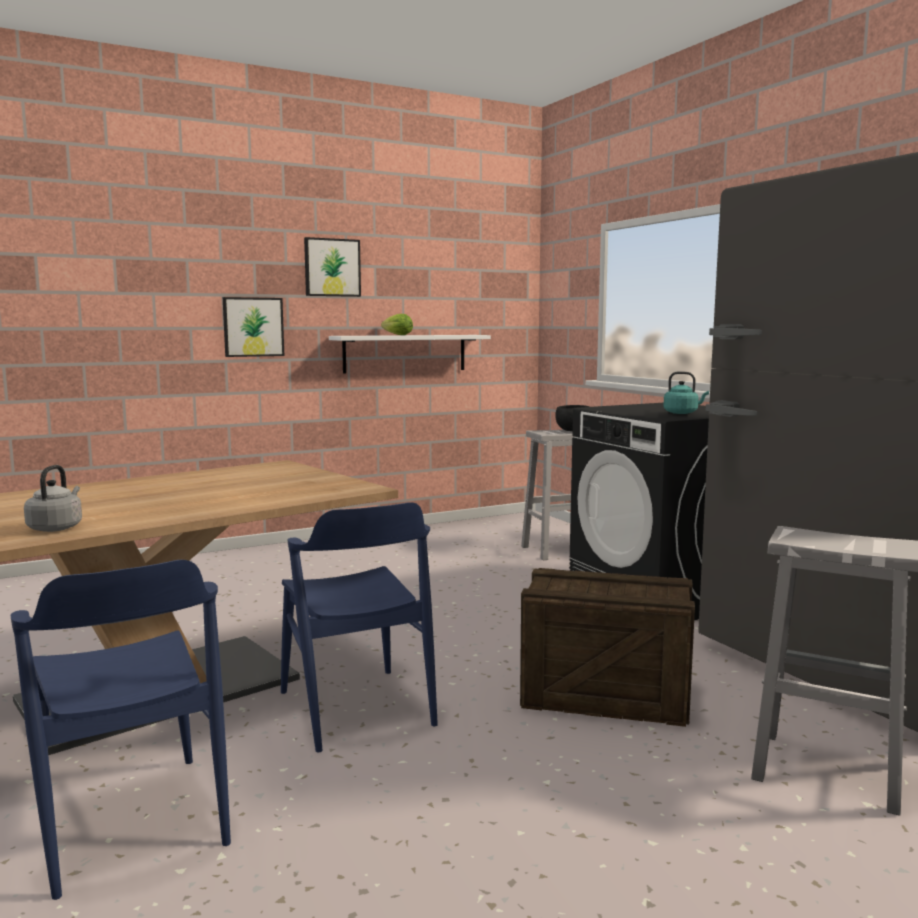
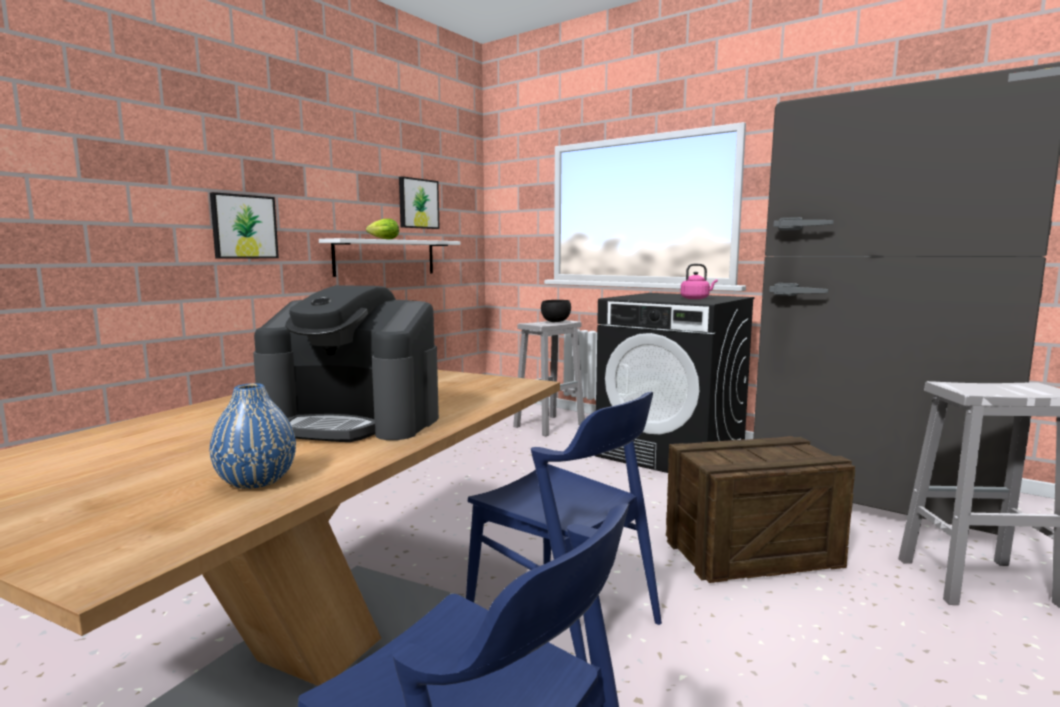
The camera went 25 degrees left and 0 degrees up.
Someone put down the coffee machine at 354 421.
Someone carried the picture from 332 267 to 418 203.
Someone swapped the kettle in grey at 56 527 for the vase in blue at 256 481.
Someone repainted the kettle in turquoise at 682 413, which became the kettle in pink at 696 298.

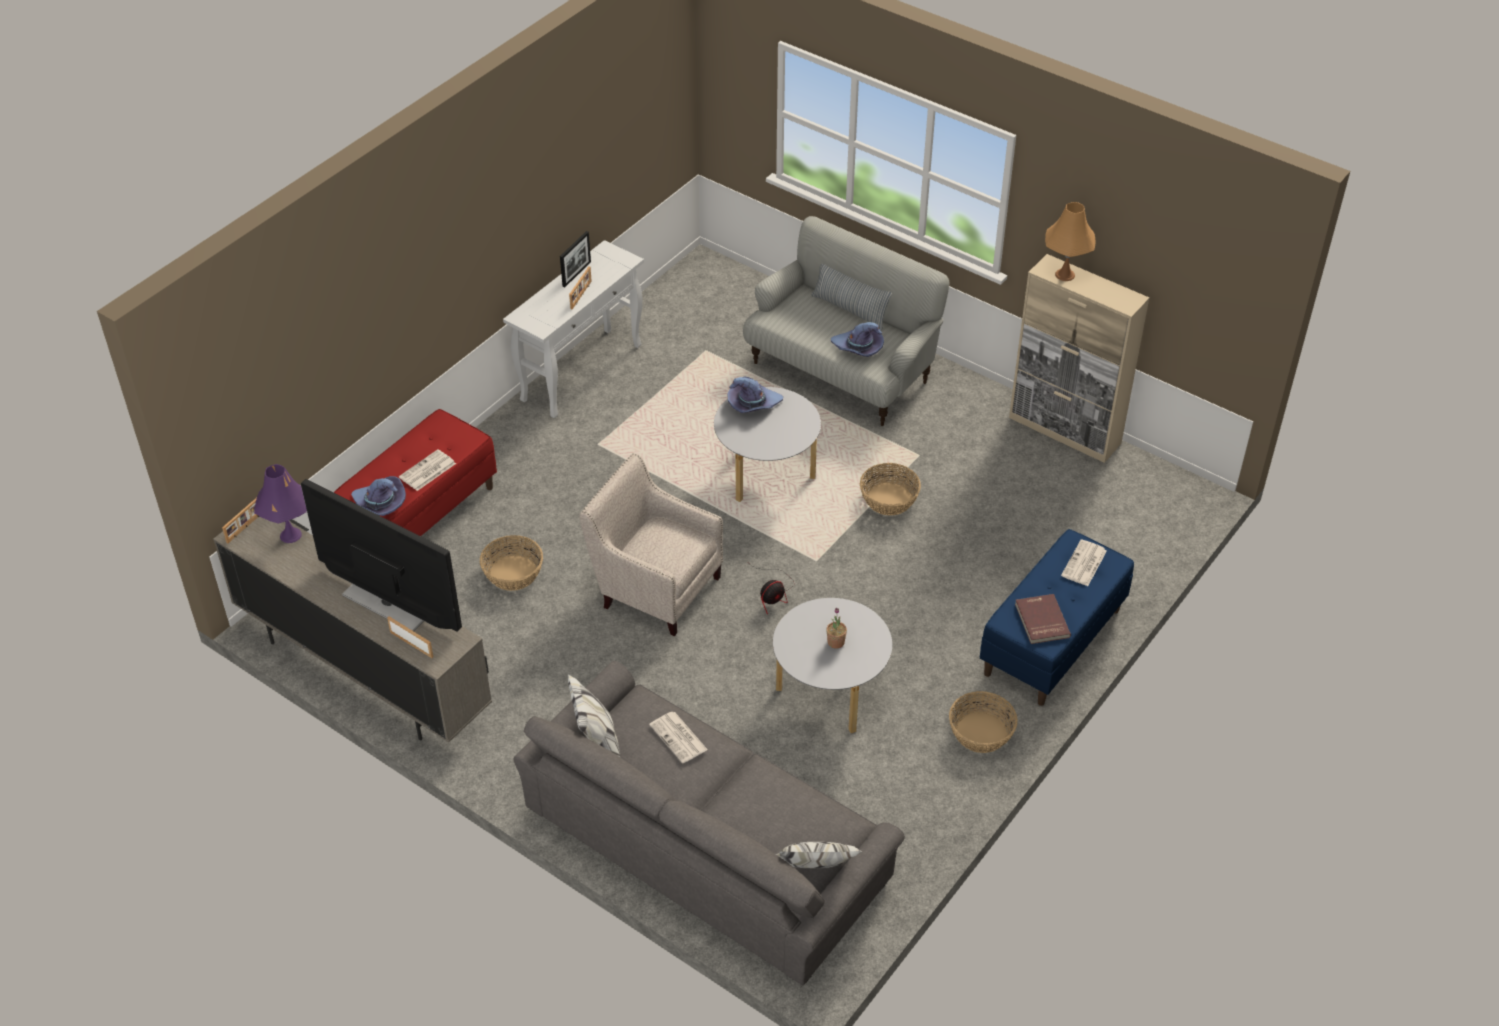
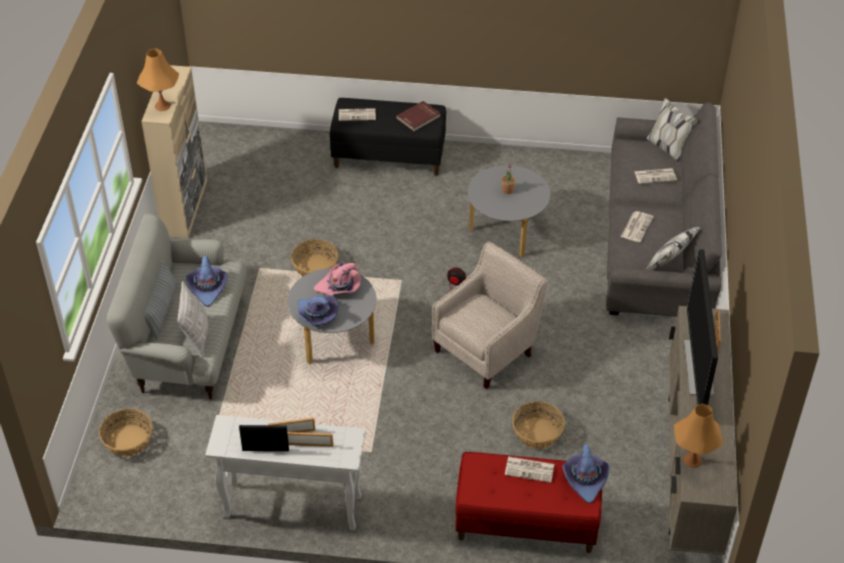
The camera went 120 degrees left and 0 degrees up.
Someone put down the pillow at 196 336.
Someone put down the hat in pink at 339 287.
Someone put down the newspaper at 655 176.
Someone carried the picture frame from 246 526 to 310 444.
Someone carried the basket from 981 732 to 128 441.
Someone repainted the table lamp in purple at 290 535, which became the table lamp in orange at 692 460.
Someone repainted the bench in blue at 1052 643, which became the bench in black at 389 156.
Someone rotated the armchair in beige at 656 587 by 135 degrees counterclockwise.

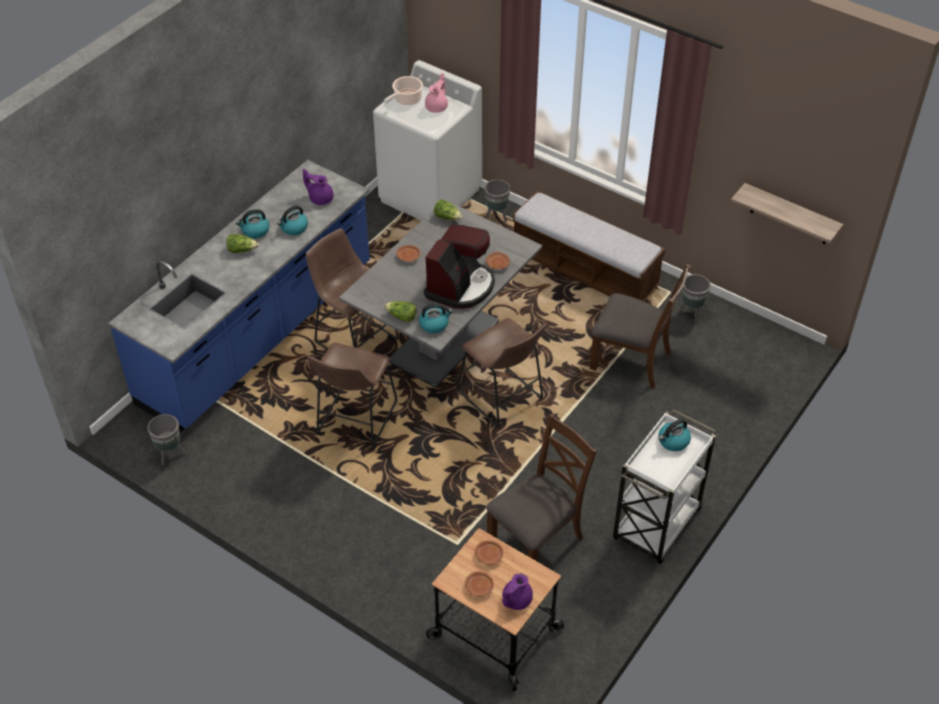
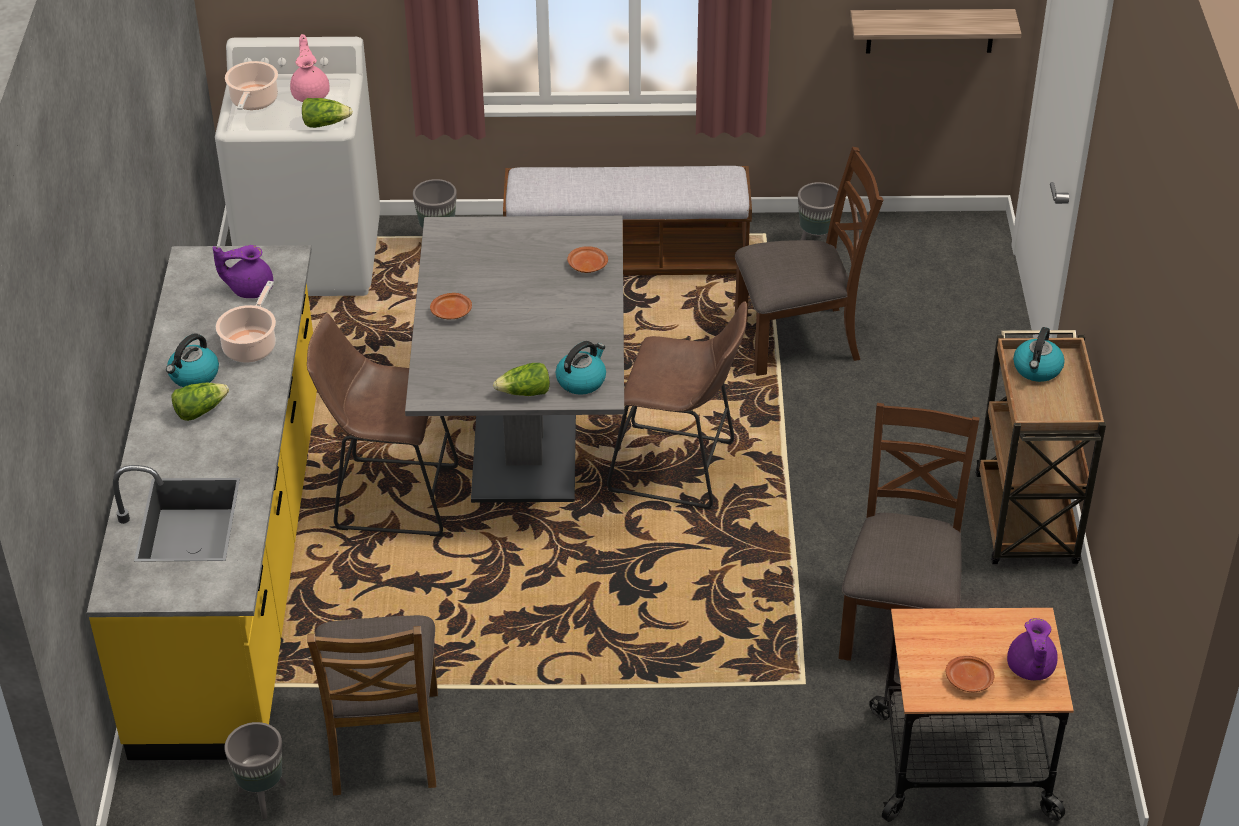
The camera went 35 degrees left and 5 degrees down.
Someone took away the stool in brown at 355 421.
Someone took away the coffee machine at 460 286.
Someone took away the plate in brown at 489 555.
Someone put down the chair in brown at 383 741.
Someone carried the lettuce from 447 217 to 325 123.
Someone swapped the kettle at 293 228 for the cooking pot at 251 345.
Someone repainted the counter in blue at 258 334, which became the counter in yellow at 235 562.
Someone repainted the cart in white at 656 525, which became the cart in brown at 1026 521.

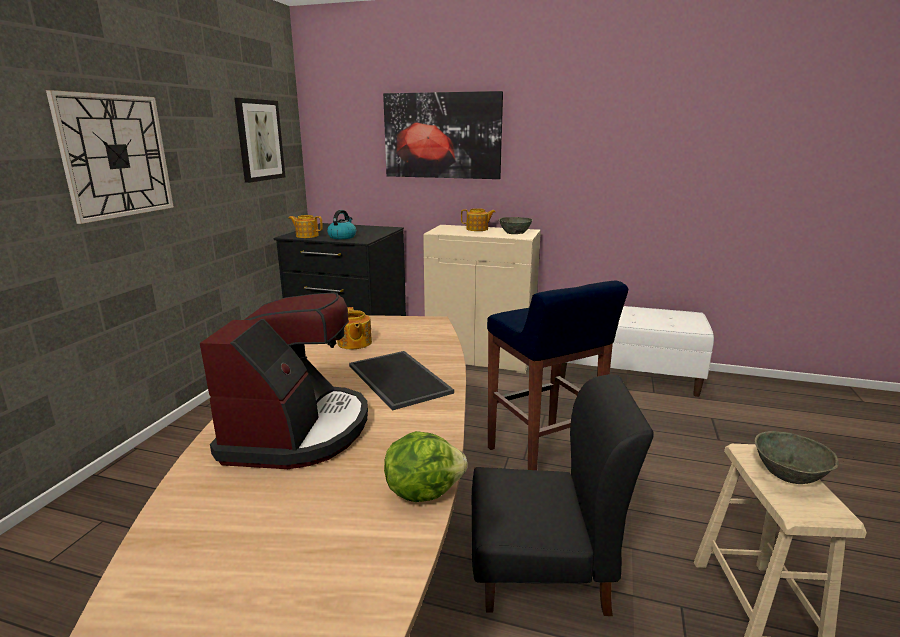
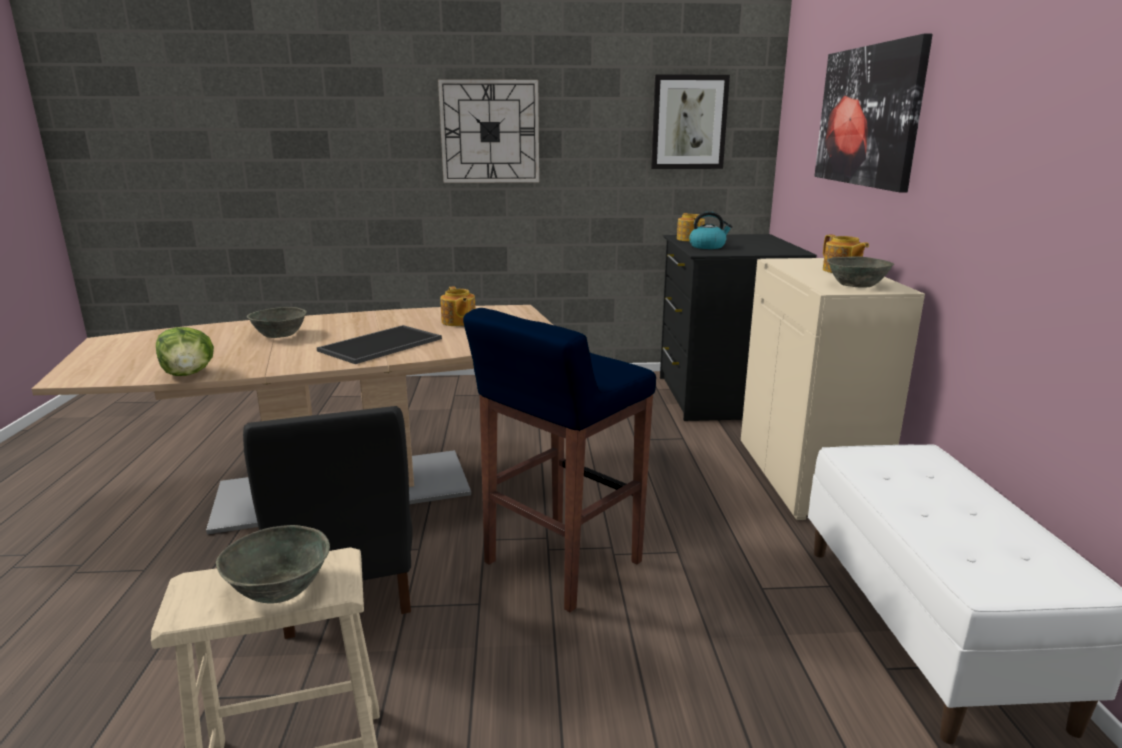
The camera went 70 degrees right and 0 degrees up.
Someone swapped the coffee machine at 297 431 for the bowl in grey at 281 334.
Someone rotated the teapot at 354 343 by 75 degrees counterclockwise.

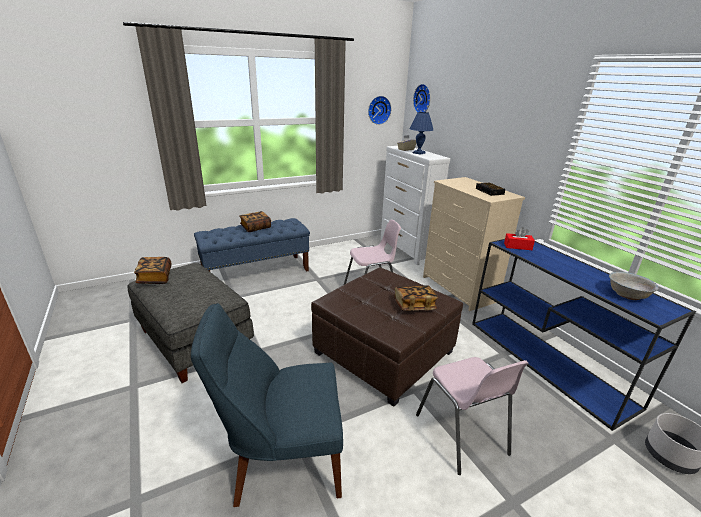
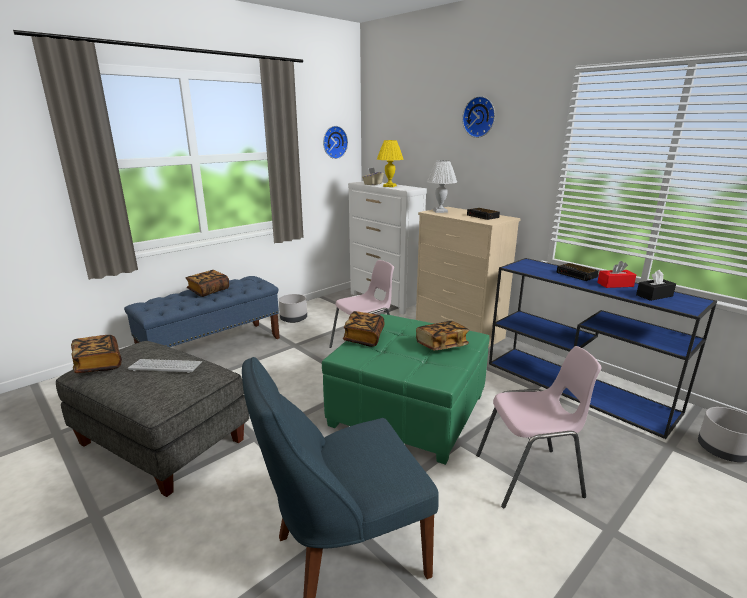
The camera went 15 degrees left and 5 degrees down.
Someone put down the keyboard at 166 366.
Someone put down the planter in grey at 294 319.
Someone put down the book at 364 338.
Someone put down the table lamp in white at 440 211.
Someone put down the alarm clock at 577 275.
Someone carried the wall clock from 423 99 to 480 117.
Someone carried the tissue box in red from 517 246 to 615 284.
Someone swapped the bowl in white at 627 295 for the tissue box in black at 654 295.
Someone repainted the ottoman in brown at 384 352, which became the ottoman in green at 409 409.
Someone repainted the table lamp in blue at 419 153, which became the table lamp in yellow at 389 186.
Someone rotated the chair in pink at 461 435 by 60 degrees counterclockwise.

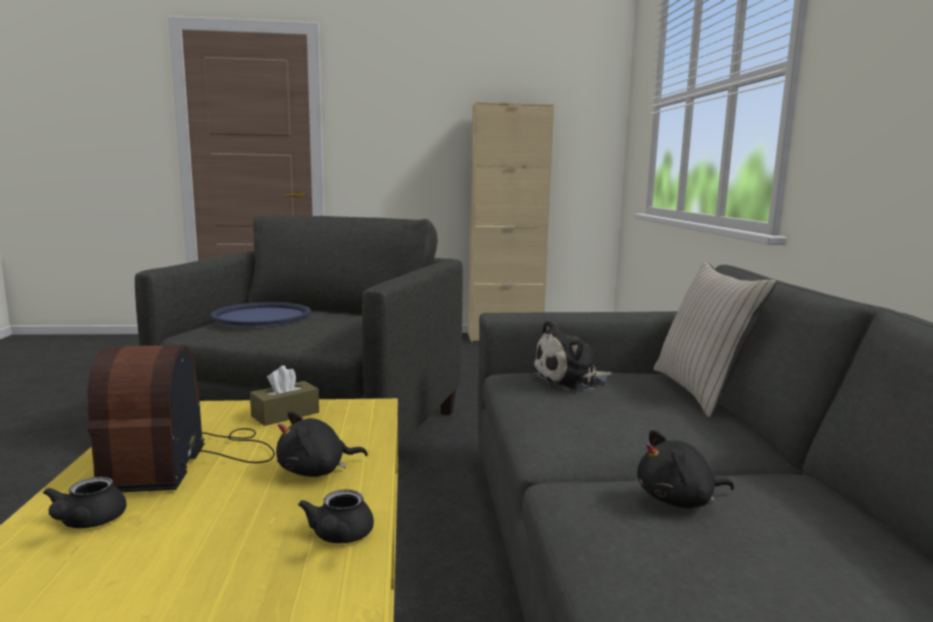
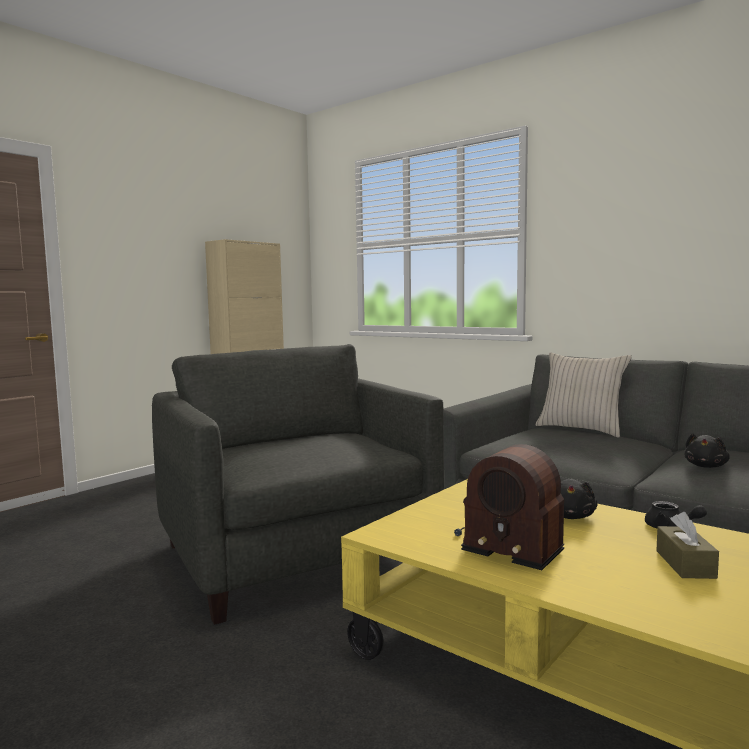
The camera went 45 degrees left and 5 degrees down.
Someone took away the teapot in black at 87 522.
Someone took away the tray in blue at 262 316.
Someone took away the plush toy at 571 380.
Someone carried the tissue box in brown from 285 414 to 685 564.

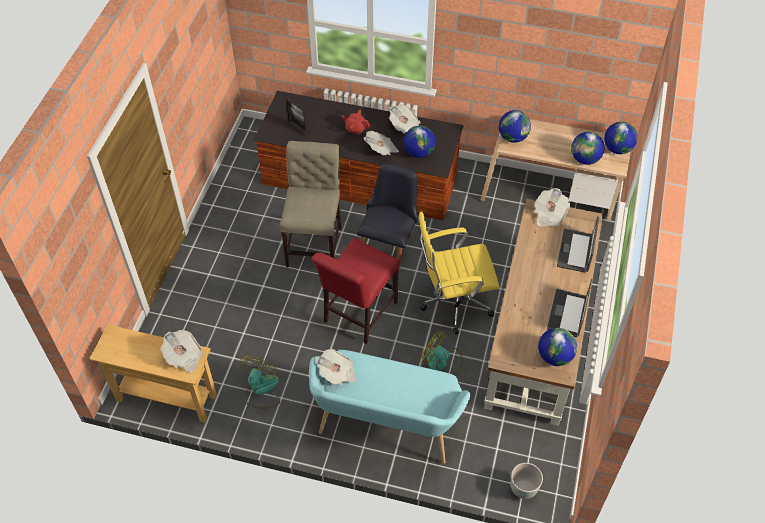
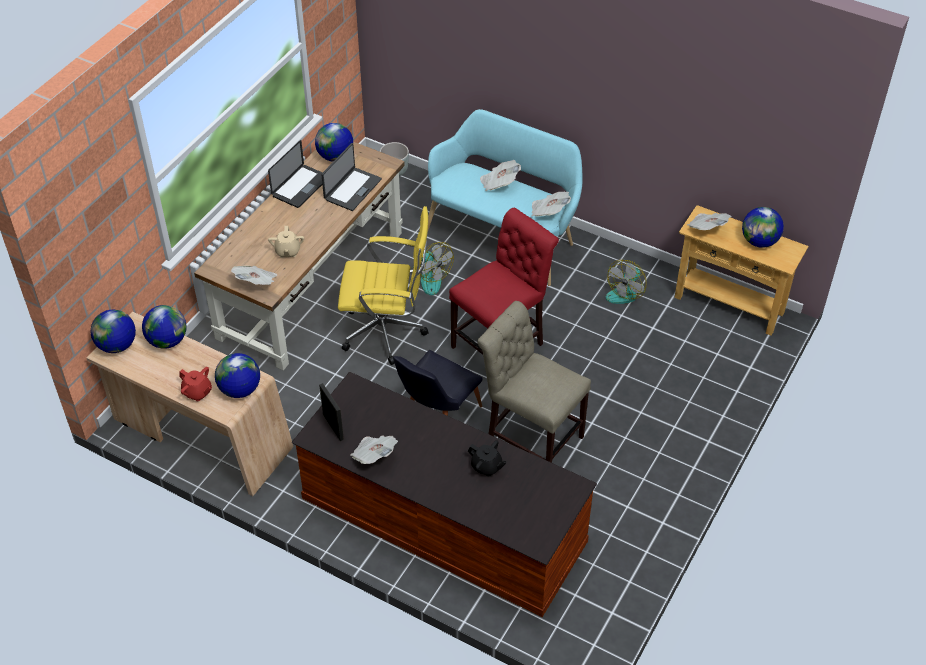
The camera went 165 degrees left and 5 degrees down.
Someone put down the teapot in beige at 287 251.
Someone put down the teapot in black at 486 467.
Someone carried the picture frame from 298 128 to 333 427.
Someone carried the teapot in red from 355 129 to 197 392.
Someone carried the newspaper from 381 150 to 499 183.
Someone carried the globe from 418 152 to 759 241.
Someone carried the laptop from 576 251 to 352 189.
Someone rotated the chair in beige at 315 243 by 105 degrees clockwise.

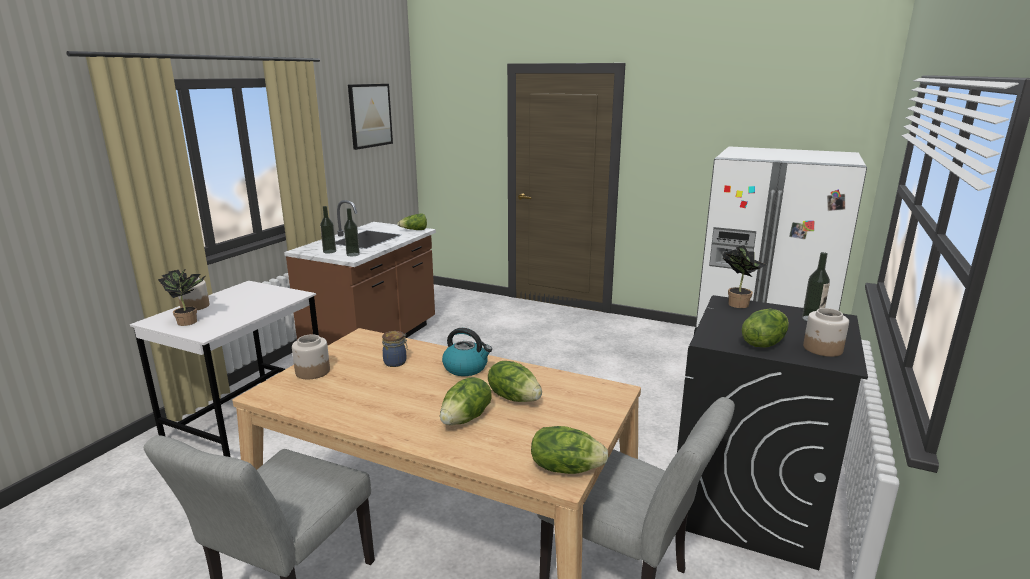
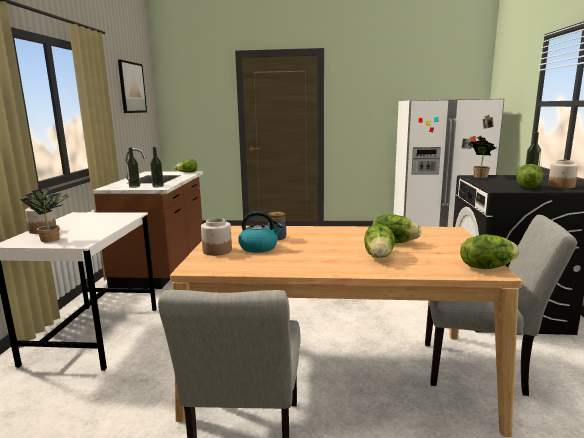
The camera went 20 degrees left and 5 degrees down.
Someone carried the kettle from 466 368 to 259 247.

